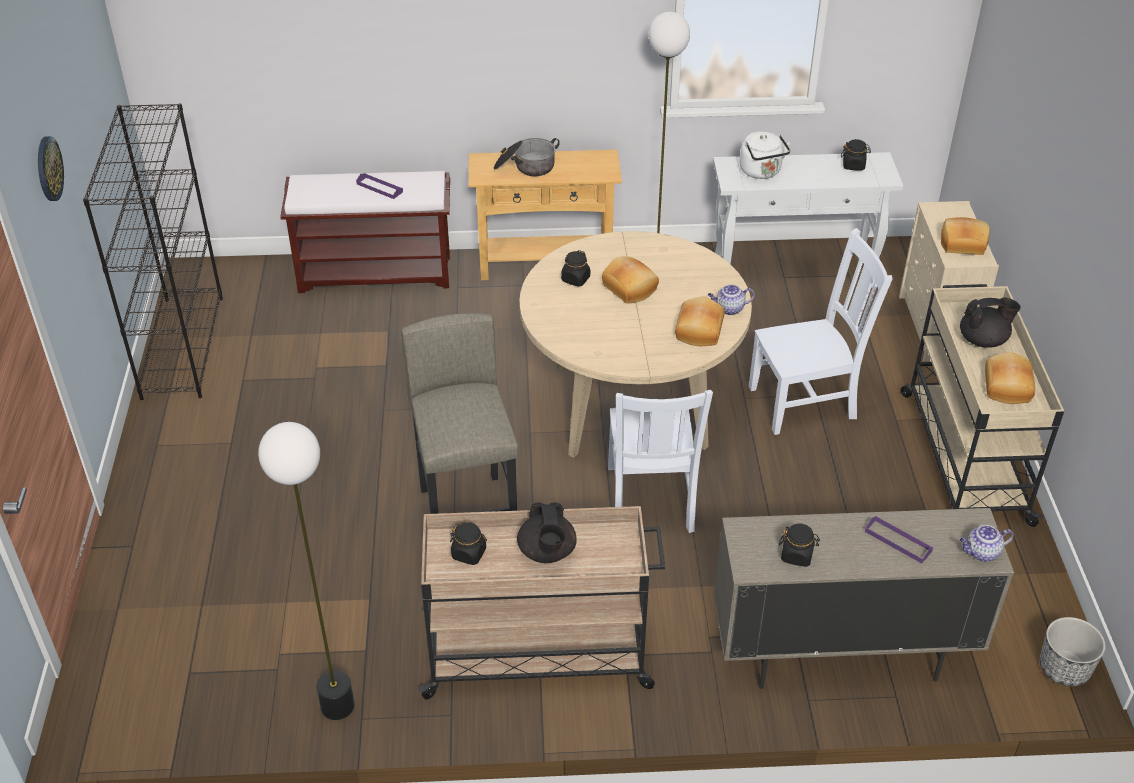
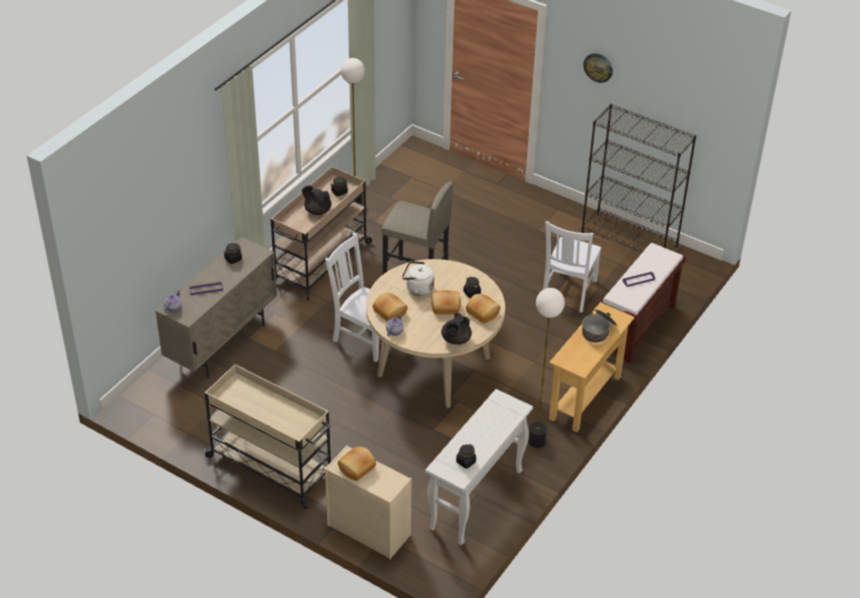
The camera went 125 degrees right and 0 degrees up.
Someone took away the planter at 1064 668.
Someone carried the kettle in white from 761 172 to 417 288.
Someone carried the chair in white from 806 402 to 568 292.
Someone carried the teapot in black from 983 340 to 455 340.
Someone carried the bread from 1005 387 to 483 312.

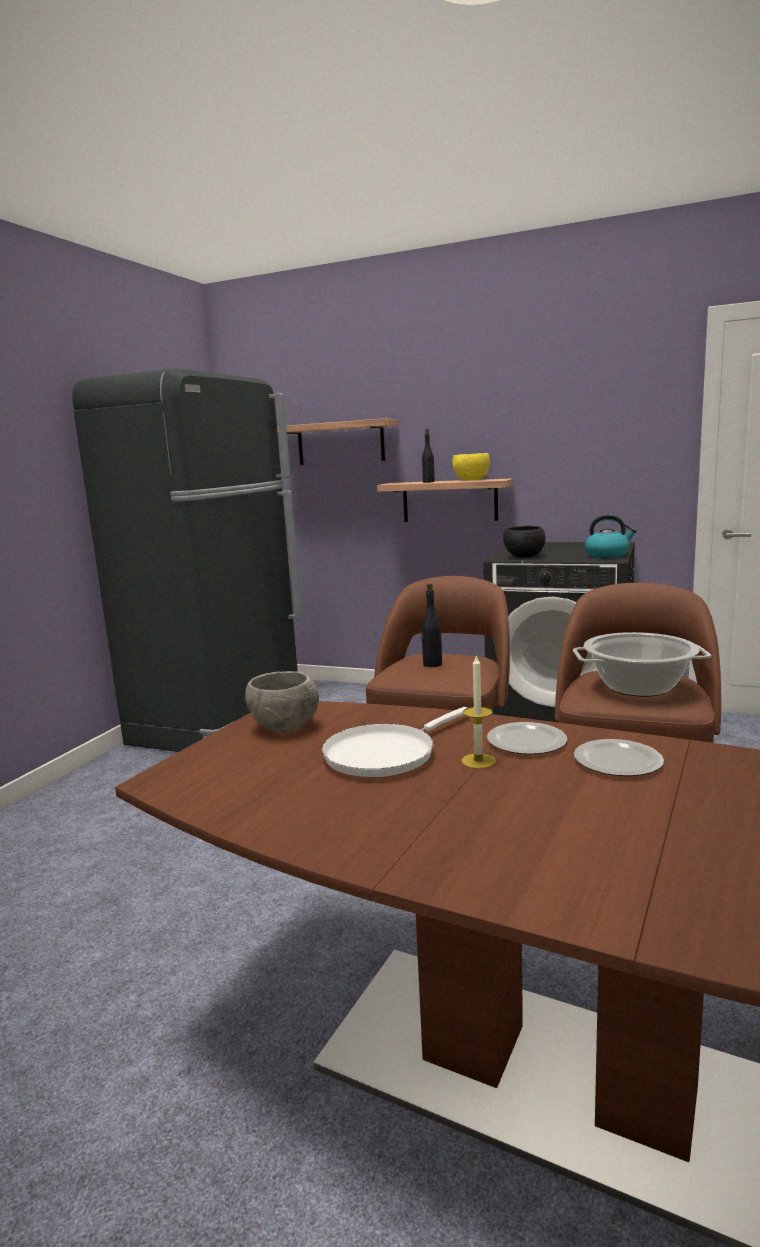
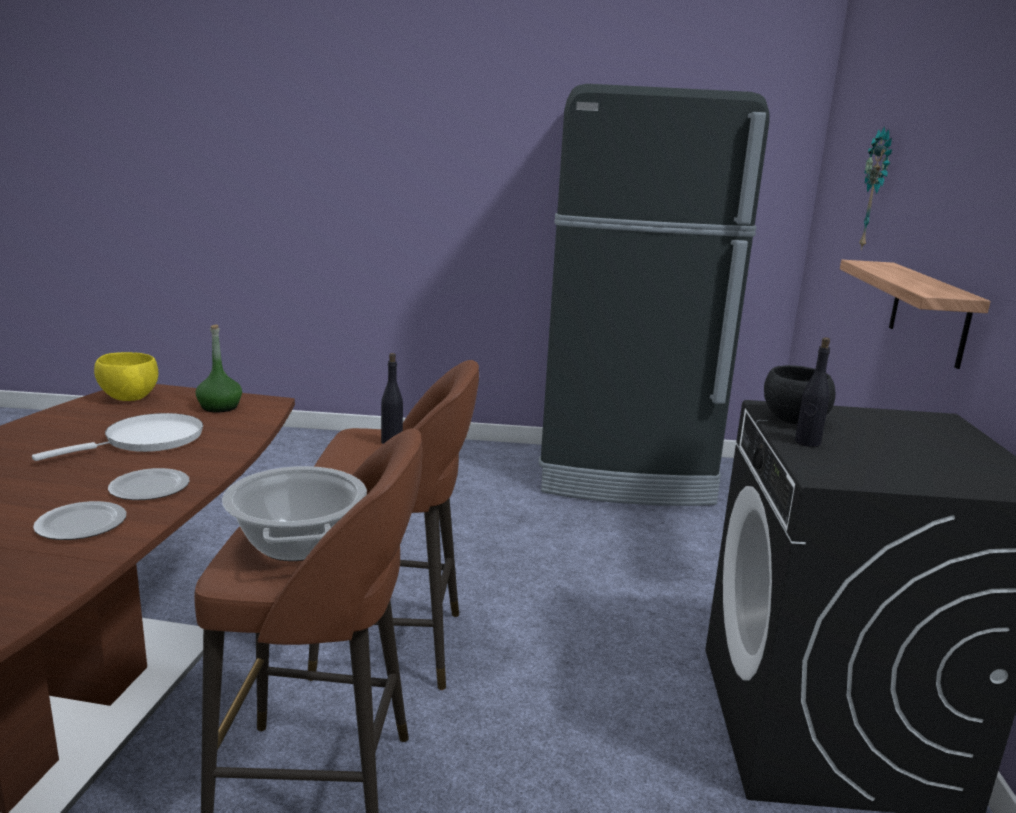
The camera went 70 degrees right and 5 degrees up.
Someone took away the candle at 478 761.
Someone took away the kettle at 607 555.
Someone carried the bottle in black from 428 482 to 807 442.
Someone carried the bowl in yellow from 472 480 to 129 398.
Someone swapped the bowl in grey at 285 728 for the bottle in green at 220 407.
Someone swapped the shelf at 340 443 for the wall clock at 877 189.
Someone rotated the frying pan in white at 385 754 by 105 degrees clockwise.

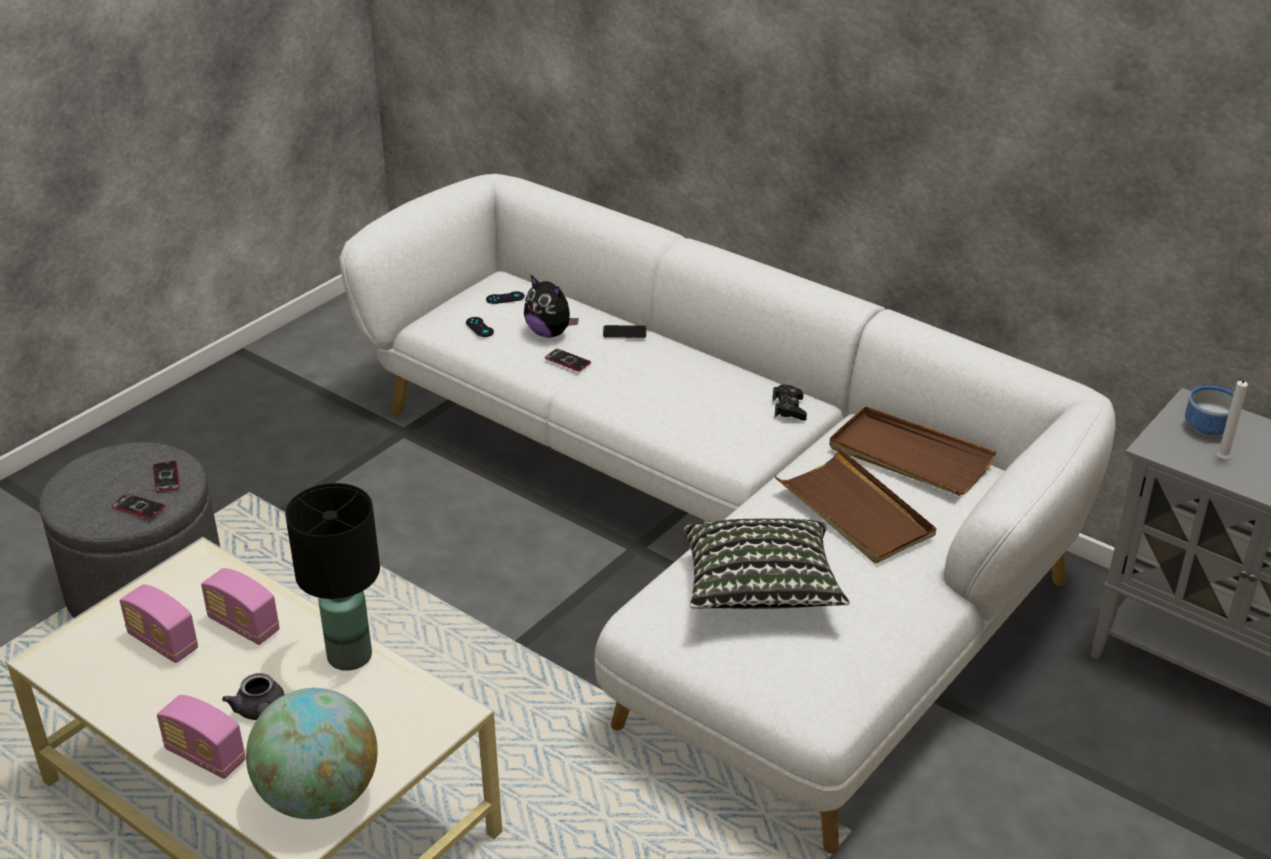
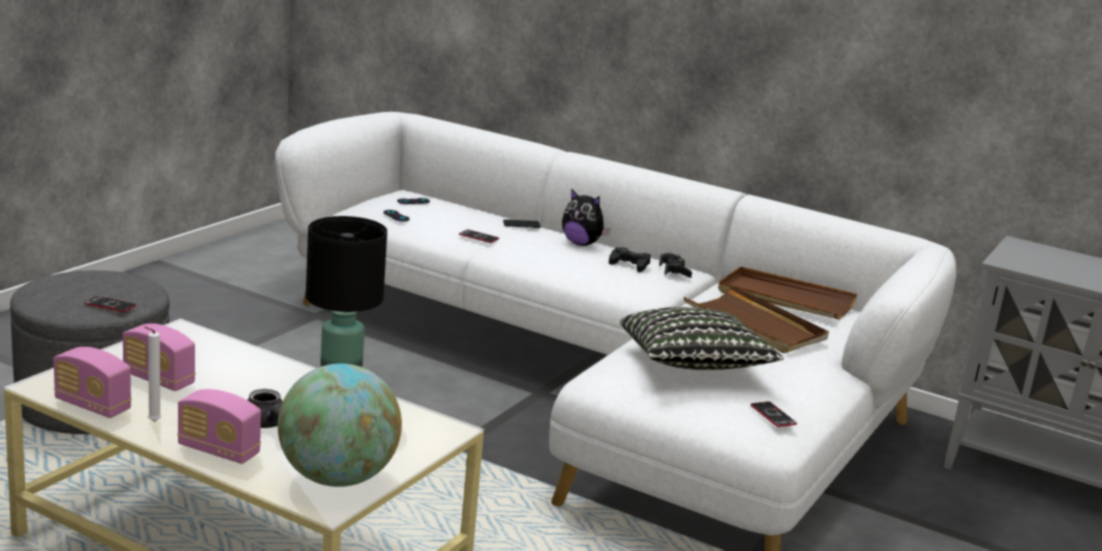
The camera went 10 degrees left and 15 degrees down.
Someone took away the bowl at 1206 429.
Someone put down the game controller in black at 629 264.
Someone carried the phone from 166 477 to 773 415.
Someone carried the radio from 243 625 to 92 406.
Someone carried the plush toy from 550 333 to 582 244.
Someone carried the candle in white from 1221 460 to 152 422.

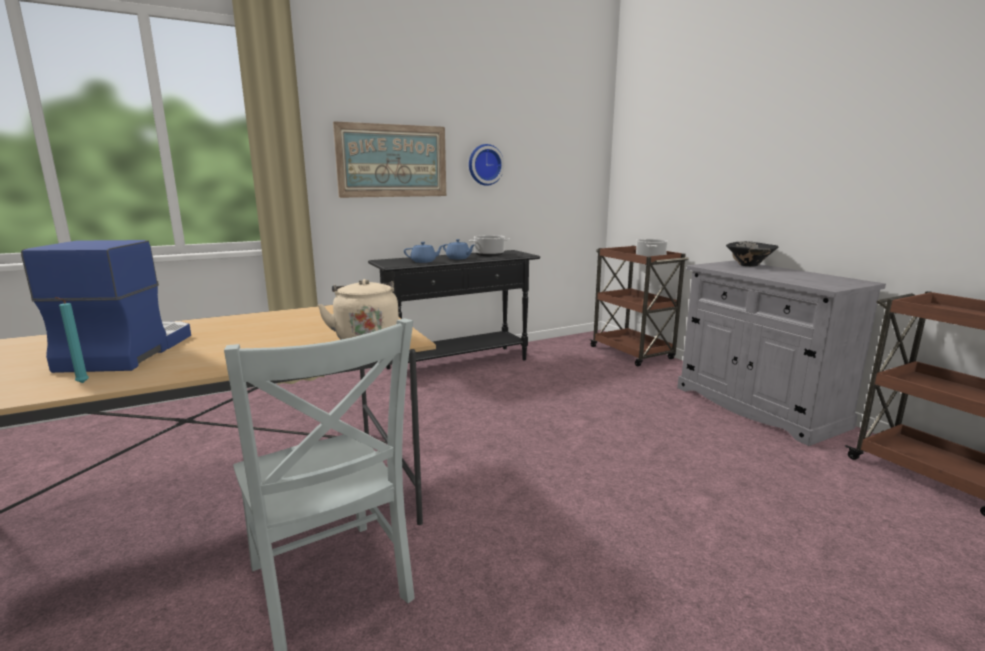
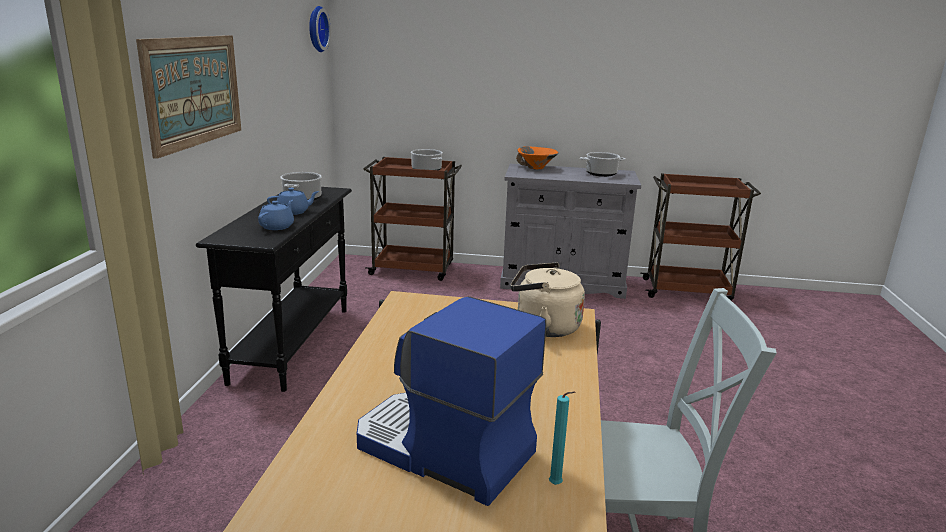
The camera went 55 degrees left and 5 degrees up.
Someone put down the cooking pot at 600 174.
Someone carried the wall clock from 485 165 to 316 29.
Someone repainted the bowl in black at 748 265, which became the bowl in orange at 536 168.

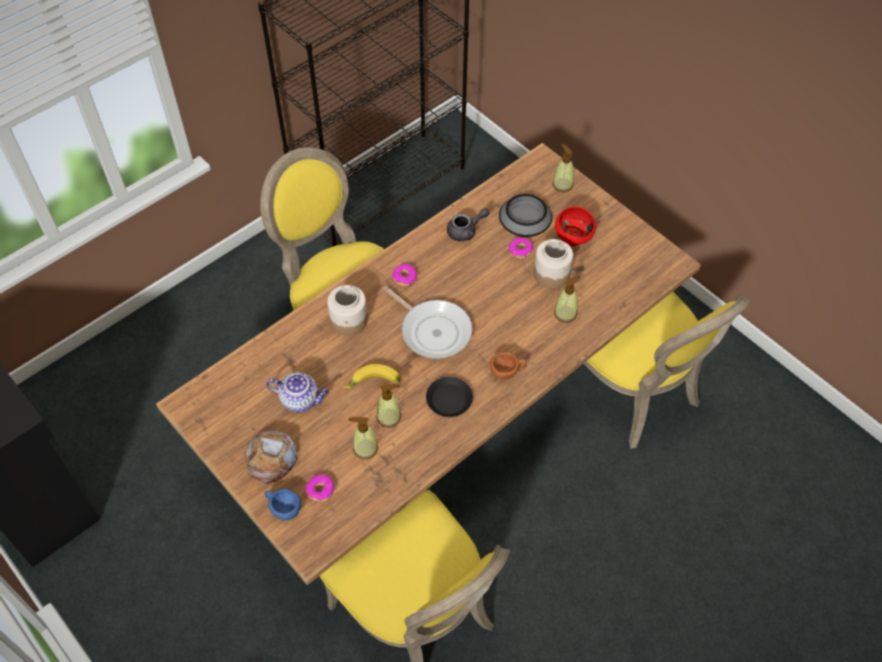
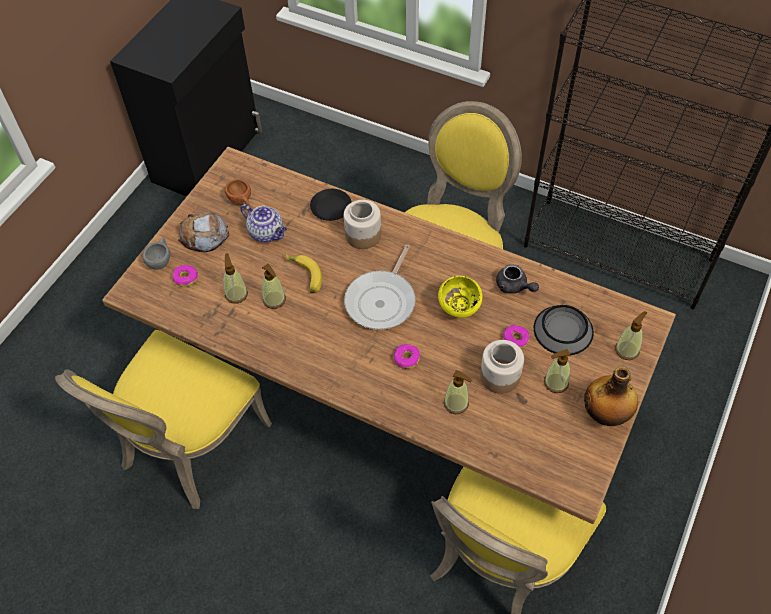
The camera went 70 degrees right and 0 degrees up.
Someone put down the bowl in yellow at 459 311.
Someone put down the bottle at 606 414.
Someone carried the donut from 405 277 to 406 359.
Someone carried the plate in black from 449 399 to 331 208.
Someone carried the cup in brown from 507 372 to 241 202.
Someone swapped the bowl in red at 573 240 for the soap dispenser at 555 383.
Someone repainted the cup in blue at 283 508, which became the cup in grey at 161 260.
Someone rotated the teapot at 301 400 by 45 degrees counterclockwise.

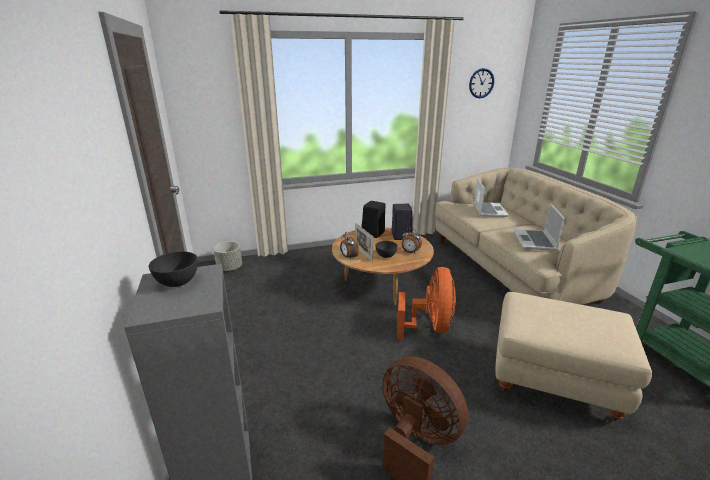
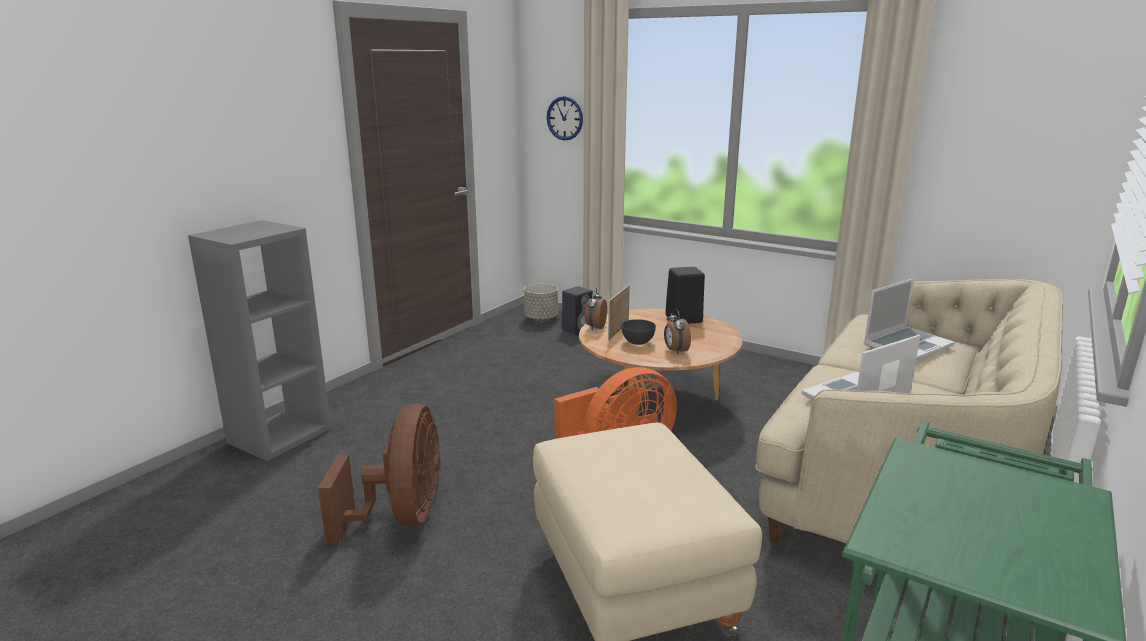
The camera went 50 degrees right and 5 degrees down.
Someone took away the bowl in grey at 178 282.
Someone carried the speaker in black from 400 236 to 578 329.
Someone carried the wall clock from 481 83 to 565 118.

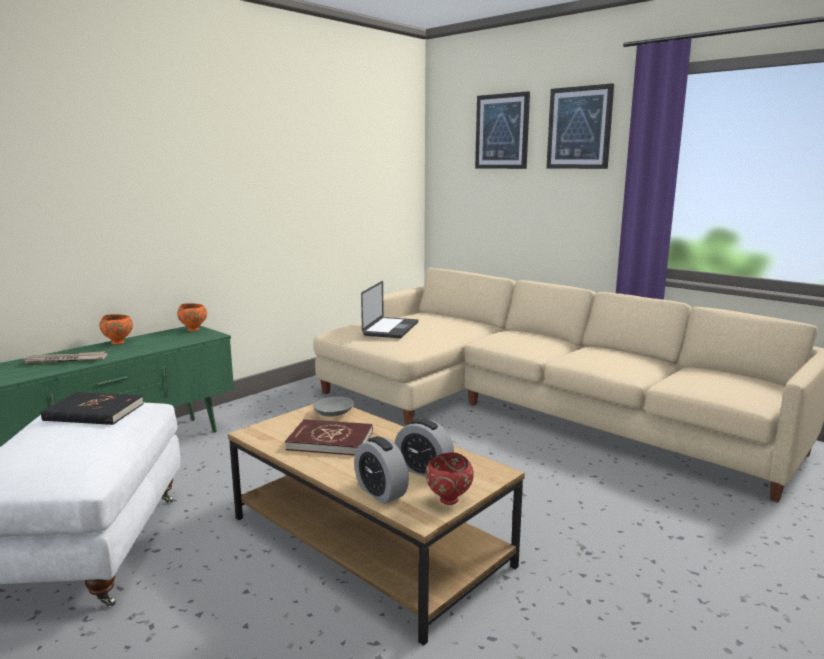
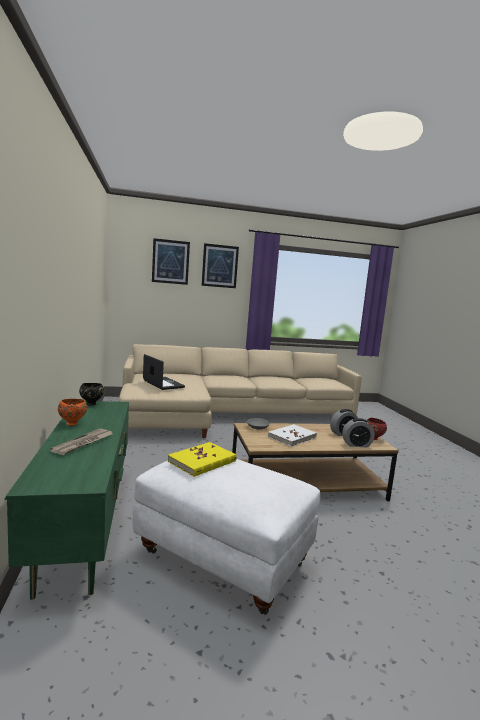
The camera went 55 degrees left and 5 degrees down.
Someone repainted the book in black at 94 412, which became the book in yellow at 202 461.
Someone repainted the bowl in orange at 194 330, which became the bowl in black at 91 404.
Someone repainted the book in red at 330 441, which became the book in white at 292 437.

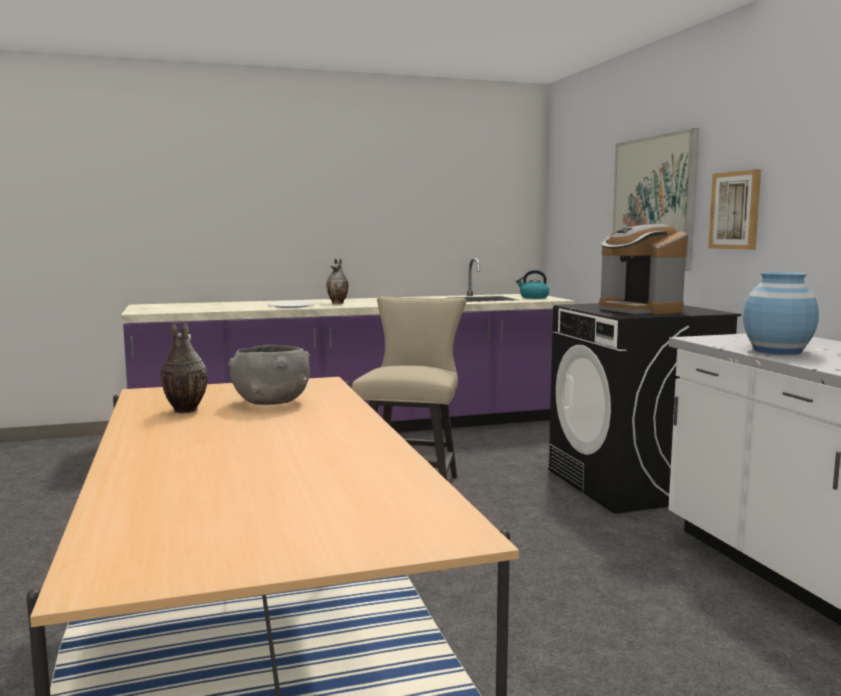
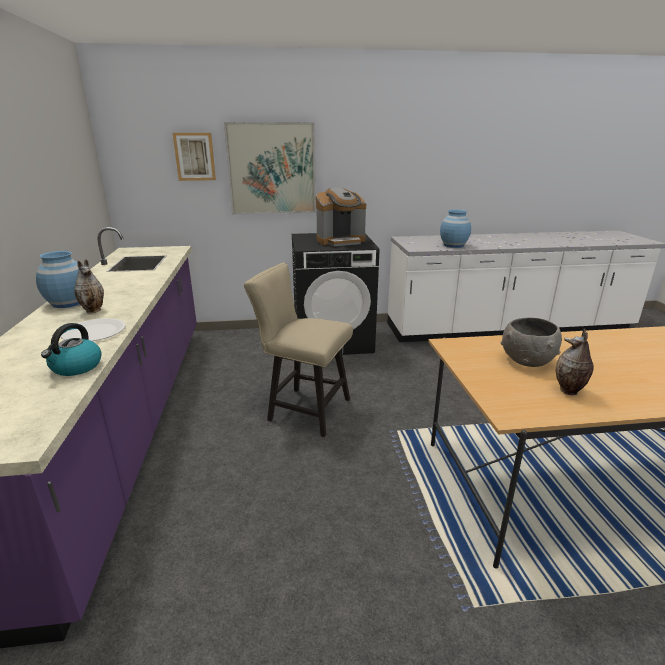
The camera went 80 degrees left and 15 degrees up.
Someone put down the vase in blue at 68 303.
Someone carried the kettle from 533 297 to 76 367.
Someone carried the picture from 736 210 to 195 156.

